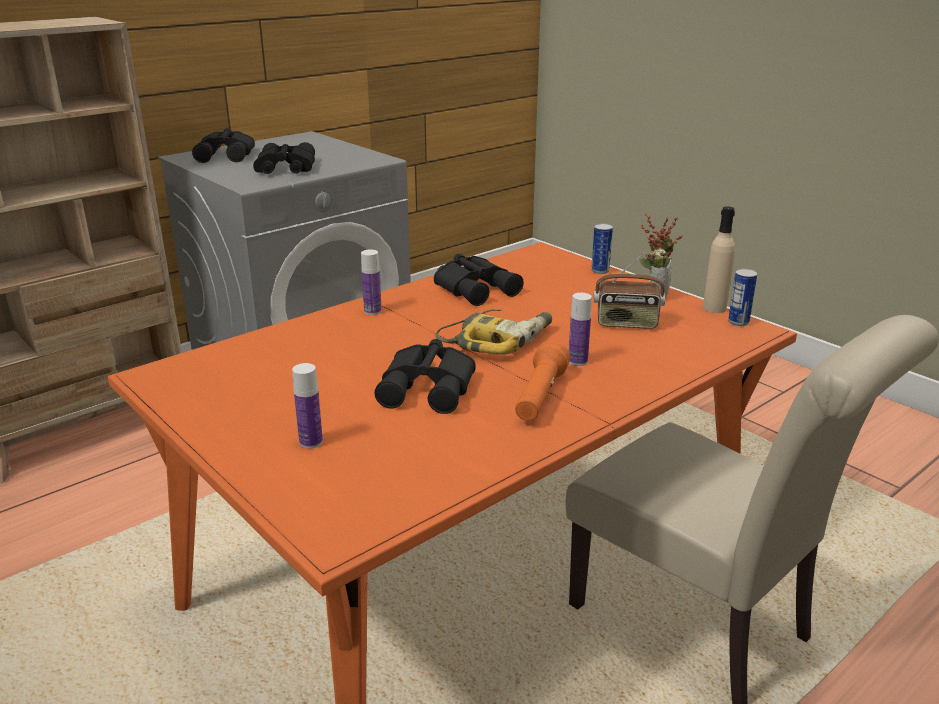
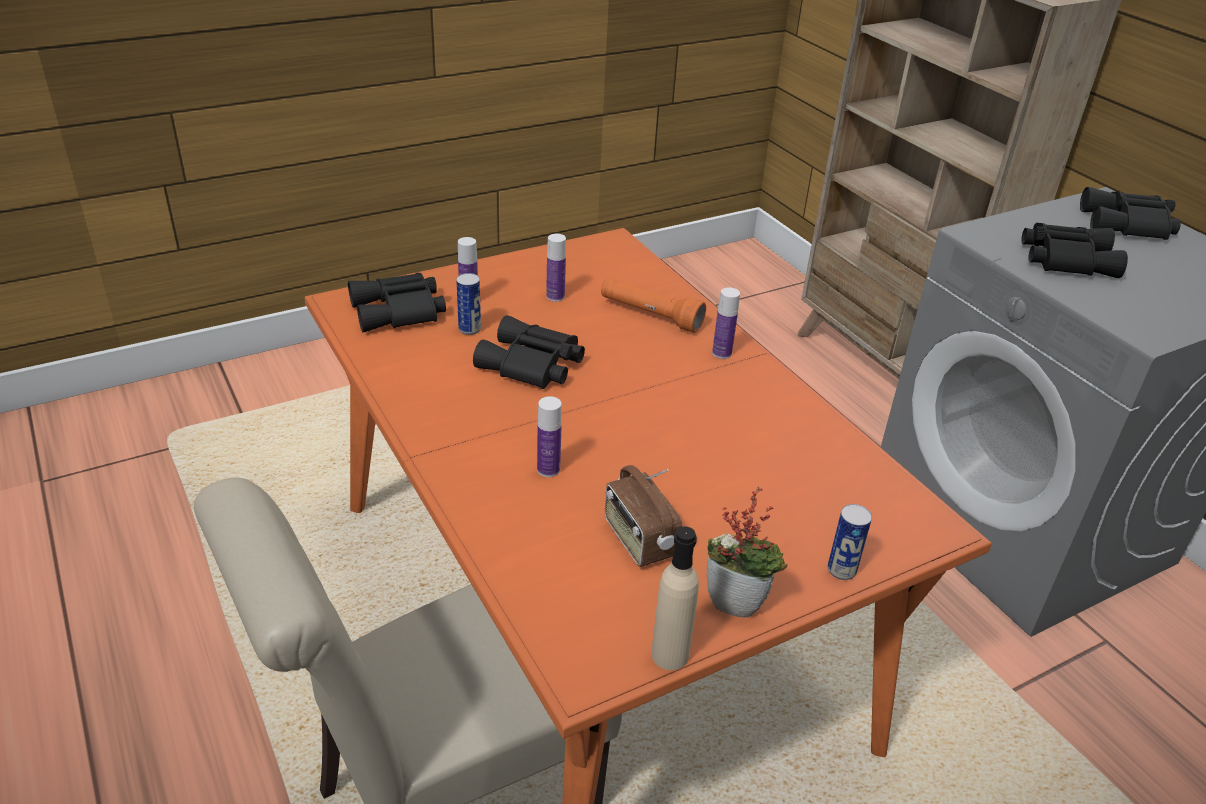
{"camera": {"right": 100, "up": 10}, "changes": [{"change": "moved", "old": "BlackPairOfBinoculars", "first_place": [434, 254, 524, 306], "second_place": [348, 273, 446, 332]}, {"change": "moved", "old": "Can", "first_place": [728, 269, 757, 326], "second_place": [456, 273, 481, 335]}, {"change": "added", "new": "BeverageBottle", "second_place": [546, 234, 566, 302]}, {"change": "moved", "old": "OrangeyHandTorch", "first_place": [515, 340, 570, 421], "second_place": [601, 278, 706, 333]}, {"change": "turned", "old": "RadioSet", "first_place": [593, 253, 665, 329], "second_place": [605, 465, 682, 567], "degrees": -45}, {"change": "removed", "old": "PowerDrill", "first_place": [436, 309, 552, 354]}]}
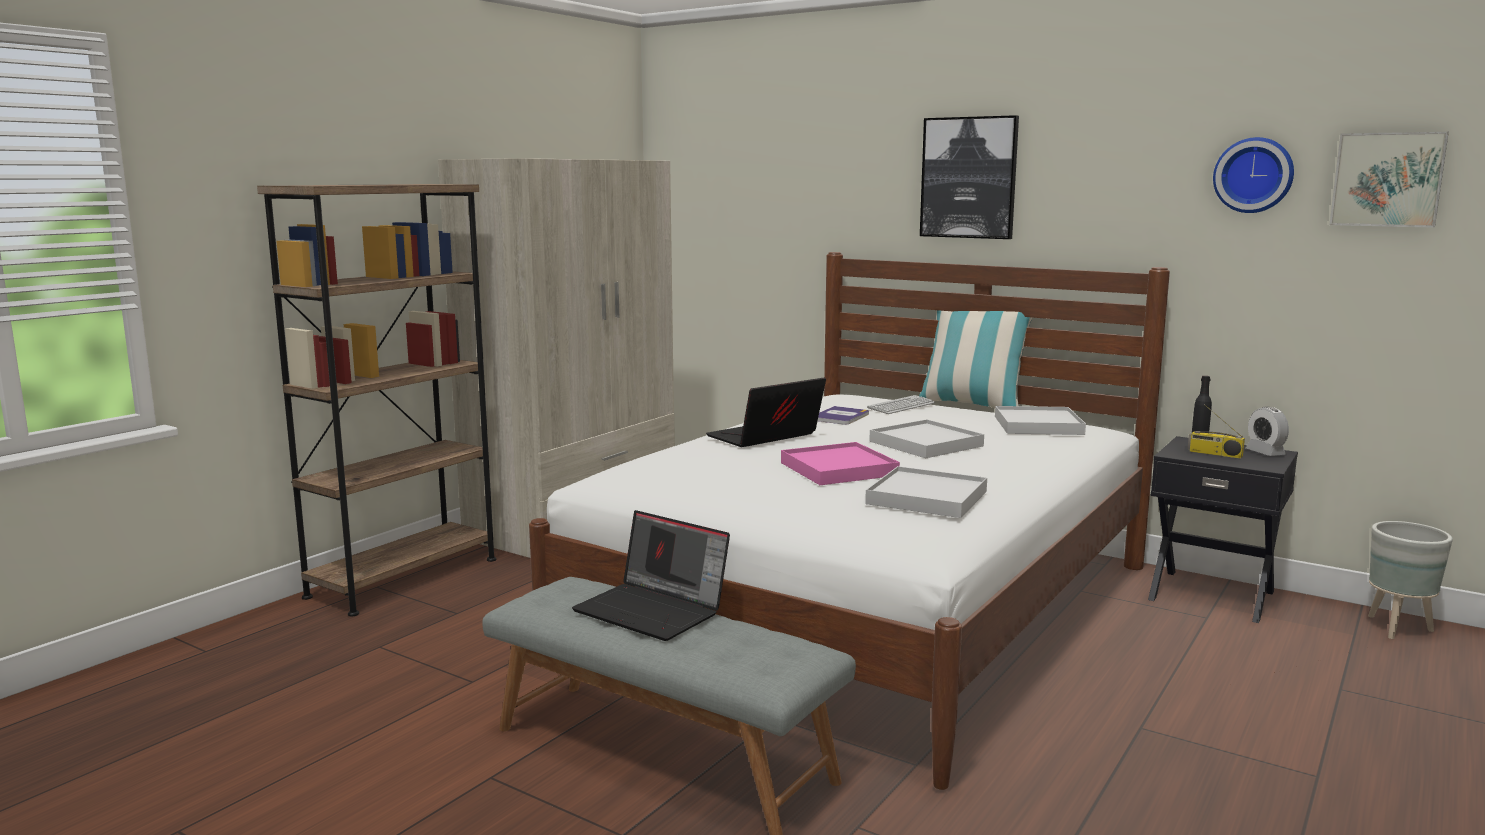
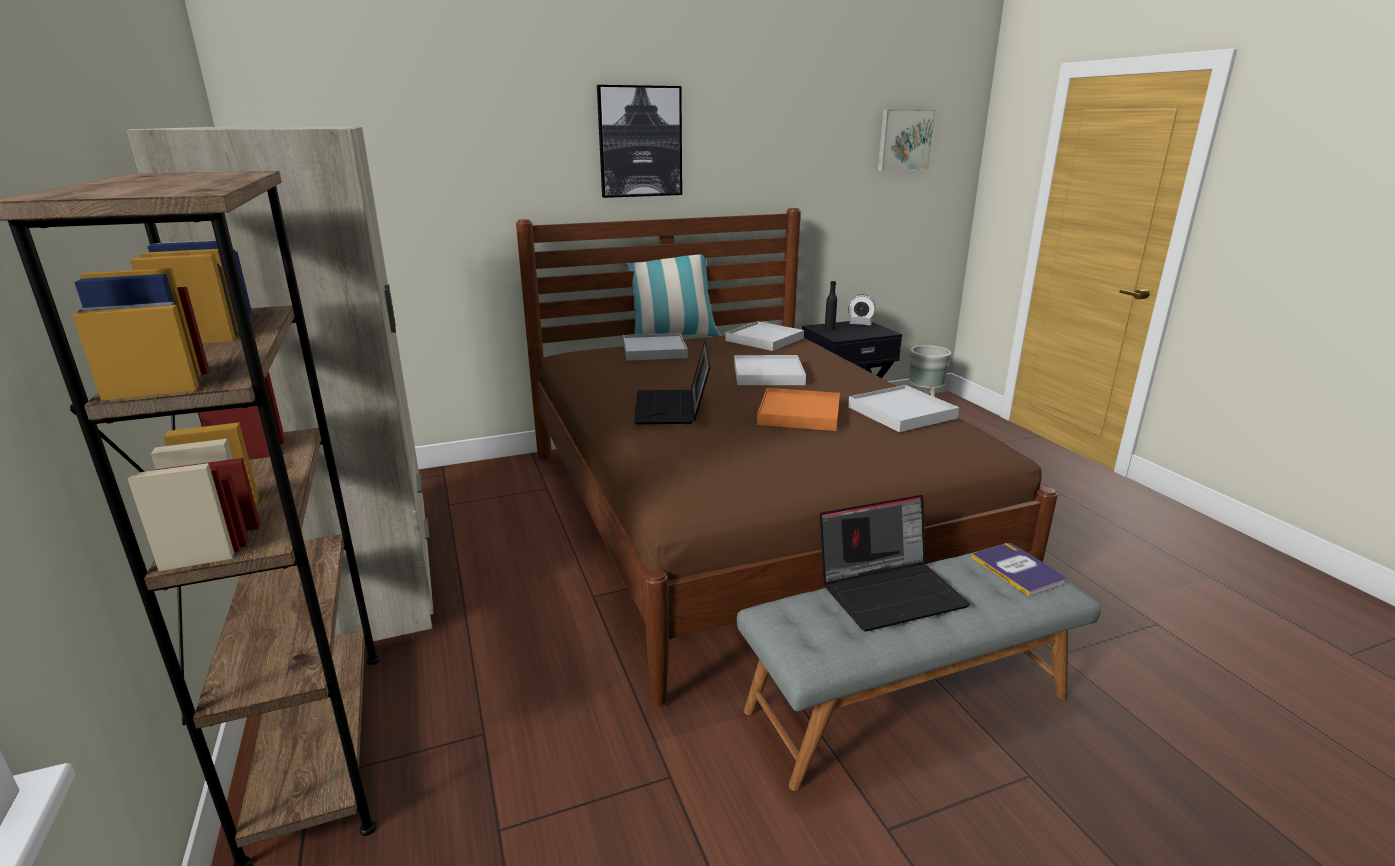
{"camera": {"right": -55, "up": 10}, "changes": [{"change": "recoloured", "old": "WhitishBedroomBed", "new": "BrownColouredBedroomBed", "first_place": [529, 252, 1170, 790], "second_place": [516, 208, 1057, 706]}, {"change": "replaced", "old": "PcKeyboard", "new": "WhitishTray", "first_place": [867, 395, 935, 414], "second_place": [623, 333, 688, 361]}, {"change": "recoloured", "old": "PinkishTray", "new": "OrangeyTray", "first_place": [781, 442, 900, 485], "second_place": [757, 388, 840, 431]}, {"change": "moved", "old": "Book", "first_place": [818, 406, 869, 425], "second_place": [971, 543, 1066, 596]}, {"change": "removed", "old": "RadioSet", "first_place": [1188, 404, 1245, 459]}, {"change": "removed", "old": "WallClock", "first_place": [1213, 137, 1294, 213]}]}
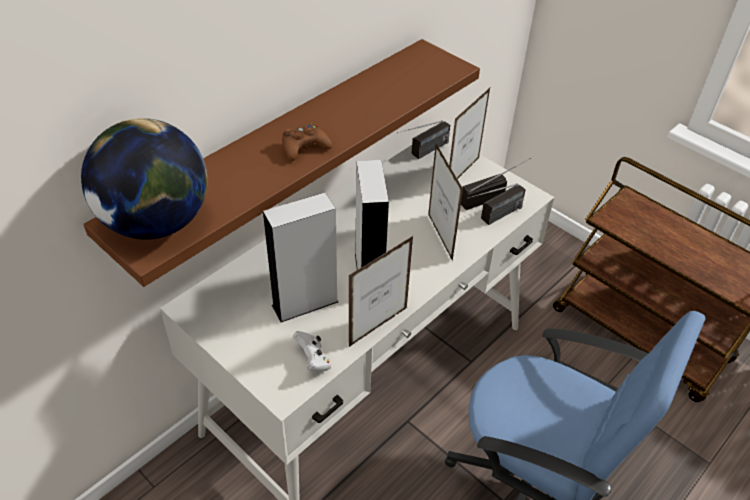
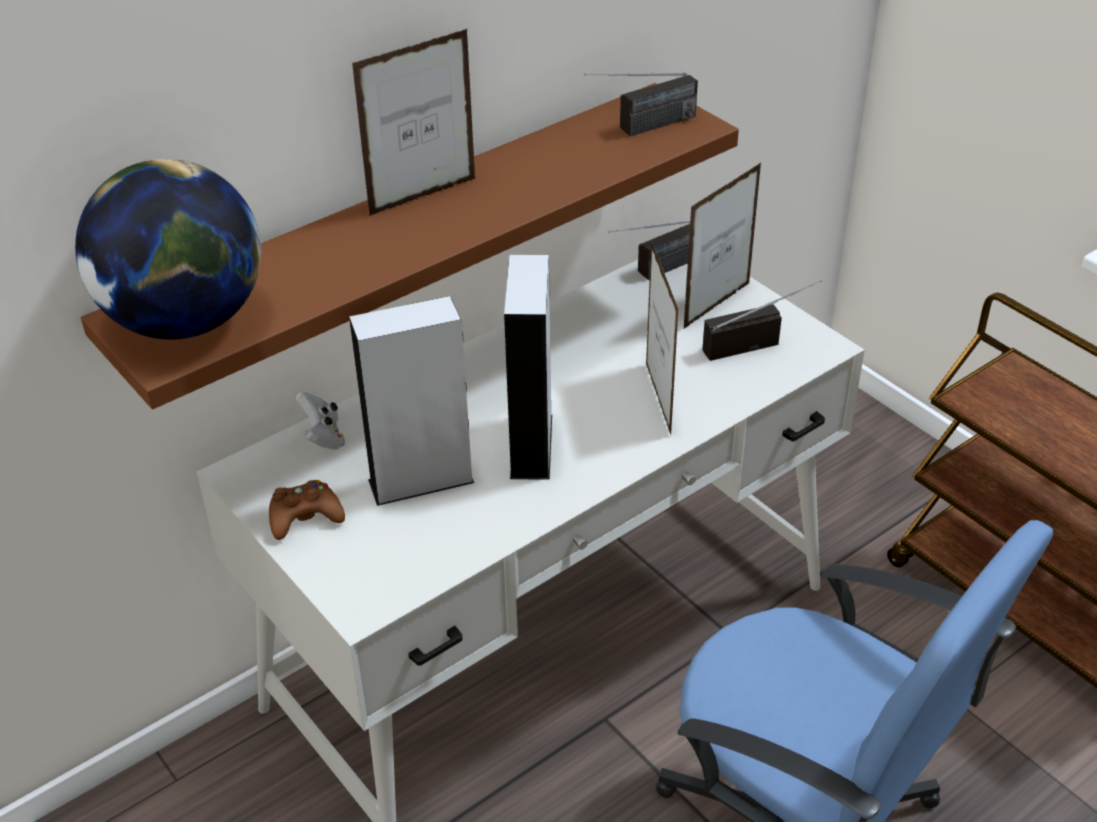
{"camera": {"right": 10, "up": -5}, "changes": [{"change": "moved", "old": "BrownColouredGamepad", "first_place": [282, 123, 332, 161], "second_place": [269, 480, 345, 540]}, {"change": "moved", "old": "WhitishGamepad", "first_place": [293, 331, 331, 372], "second_place": [296, 392, 345, 450]}, {"change": "moved", "old": "StandingFrame", "first_place": [349, 236, 413, 347], "second_place": [352, 28, 476, 215]}, {"change": "moved", "old": "RadioSet", "first_place": [467, 184, 526, 225], "second_place": [584, 72, 698, 136]}]}
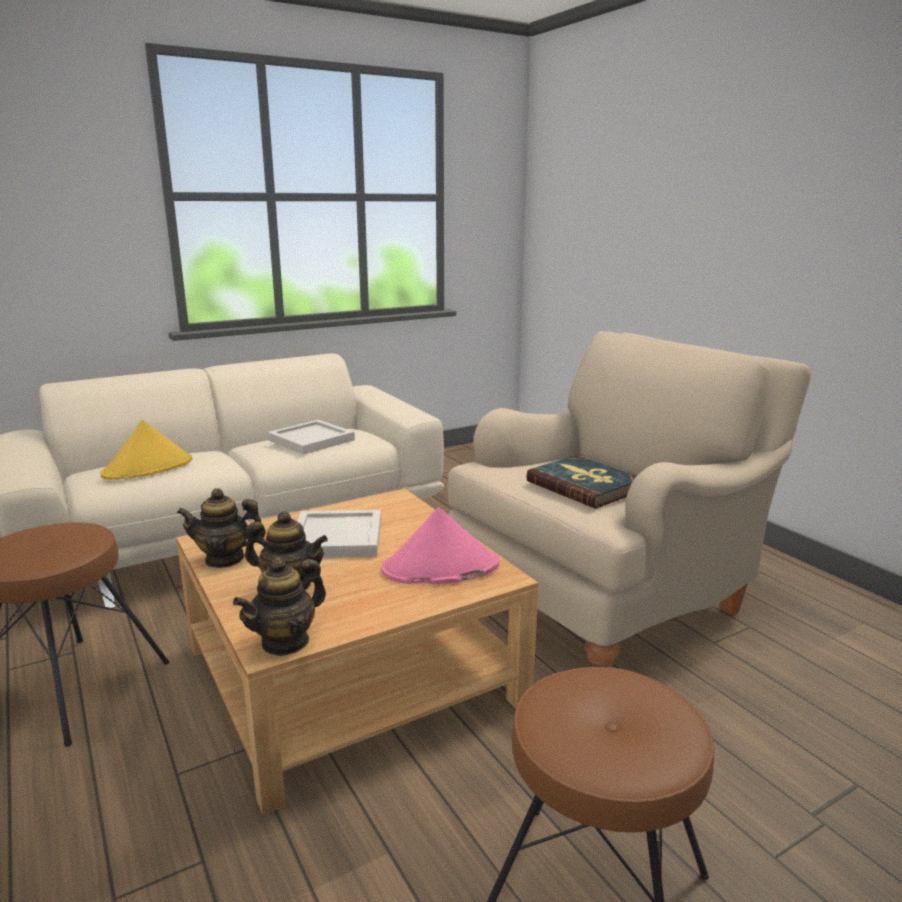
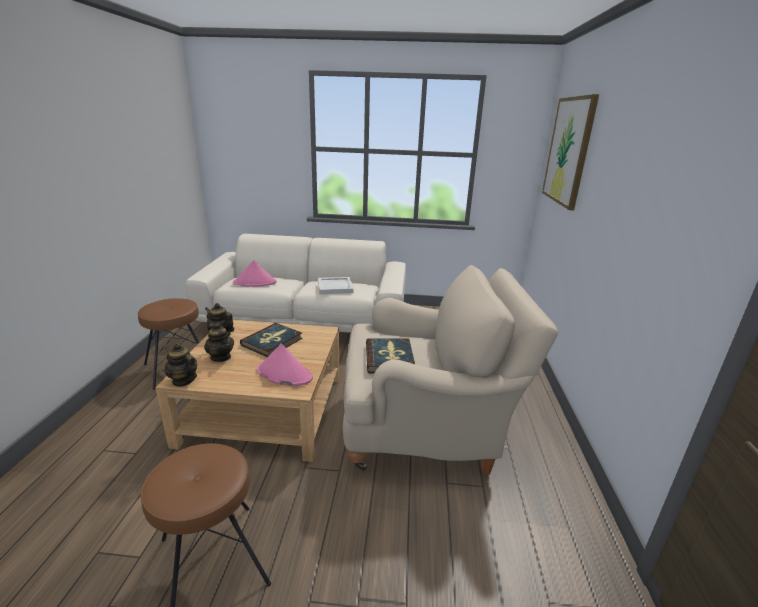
{"camera": {"right": 35, "up": 5}, "changes": [{"change": "turned", "old": "TeaPot", "first_place": [233, 557, 326, 656], "second_place": [165, 343, 197, 387], "degrees": 45}, {"change": "recoloured", "old": "YellowWearableHat", "new": "PinkishWearableHat", "first_place": [100, 420, 192, 480], "second_place": [233, 260, 277, 287]}, {"change": "replaced", "old": "WhitishTray", "new": "Book", "first_place": [297, 510, 381, 558], "second_place": [240, 323, 302, 357]}, {"change": "added", "new": "WallArt", "second_place": [542, 94, 599, 210]}]}
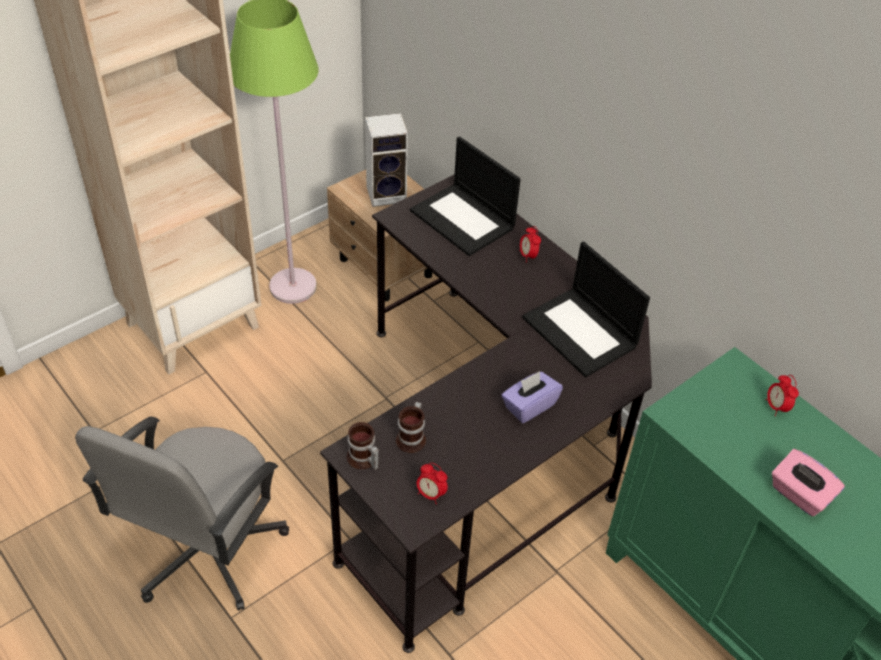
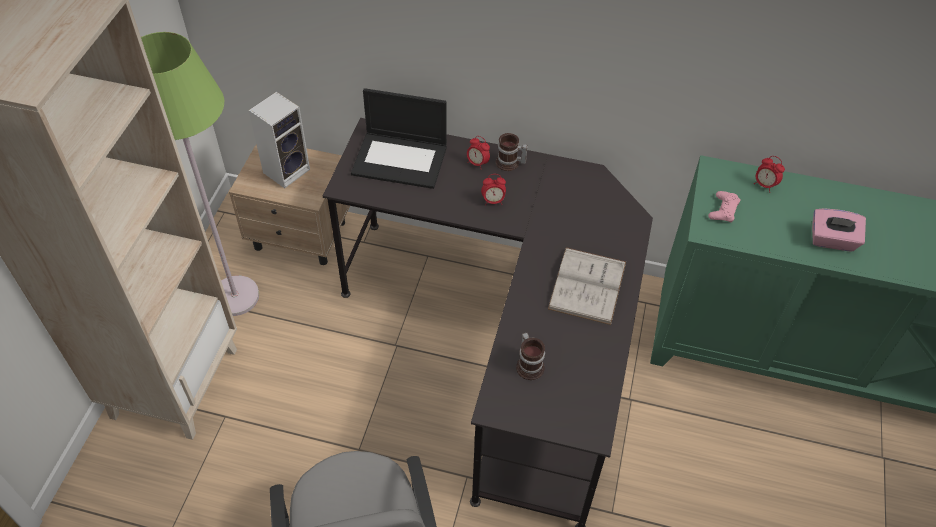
{"camera": {"right": -35, "up": 5}, "changes": [{"change": "moved", "old": "BedsideClock", "first_place": [417, 463, 448, 504], "second_place": [481, 174, 506, 206]}, {"change": "moved", "old": "CoffeeMug", "first_place": [347, 422, 379, 470], "second_place": [496, 133, 528, 171]}, {"change": "replaced", "old": "PurpleColouredBoxOfTissues", "new": "WhitishBook", "first_place": [502, 371, 563, 423], "second_place": [548, 247, 626, 325]}, {"change": "added", "new": "PinkishGamepad", "second_place": [708, 191, 741, 223]}, {"change": "removed", "old": "PortableComputer", "first_place": [522, 241, 650, 377]}]}
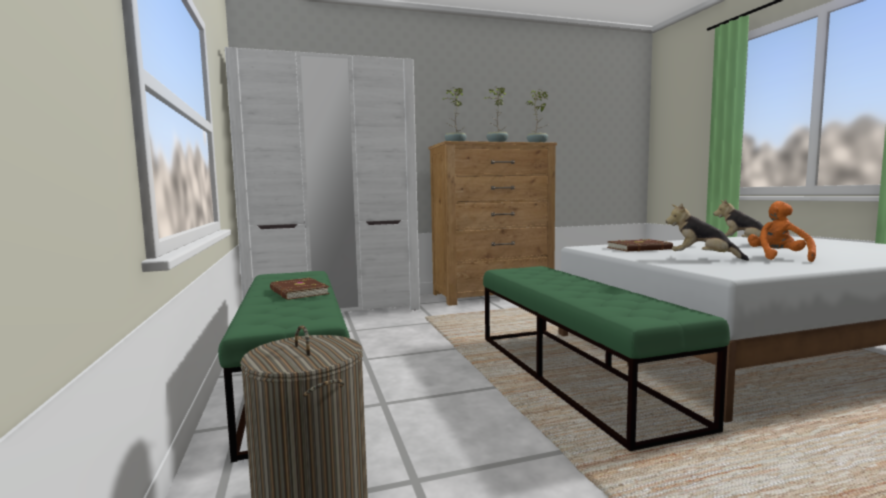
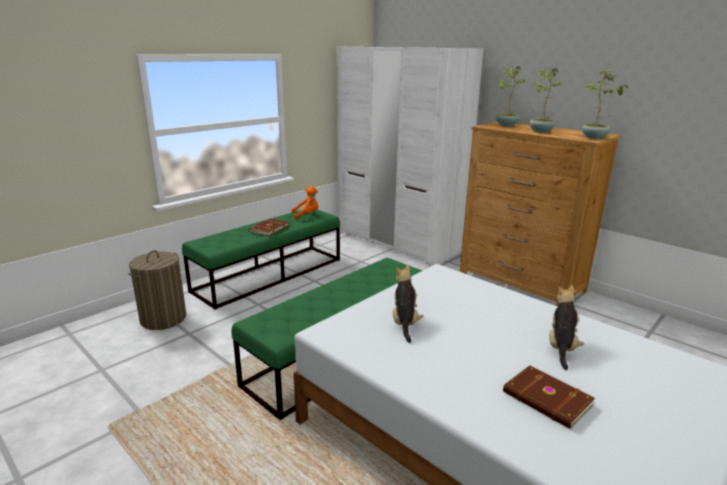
{"camera": {"right": 60, "up": 15}, "changes": [{"change": "moved", "old": "OrangeyPlushToy", "first_place": [748, 201, 816, 262], "second_place": [292, 186, 319, 220]}, {"change": "moved", "old": "BrownColouredBook", "first_place": [607, 239, 673, 251], "second_place": [503, 365, 595, 429]}]}
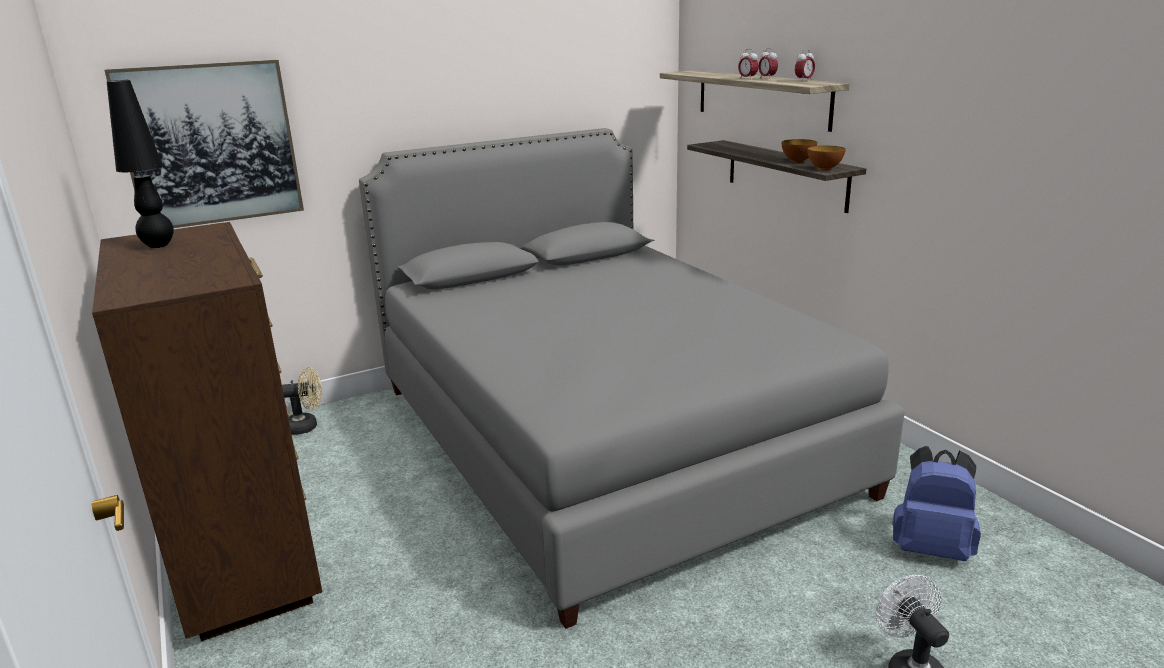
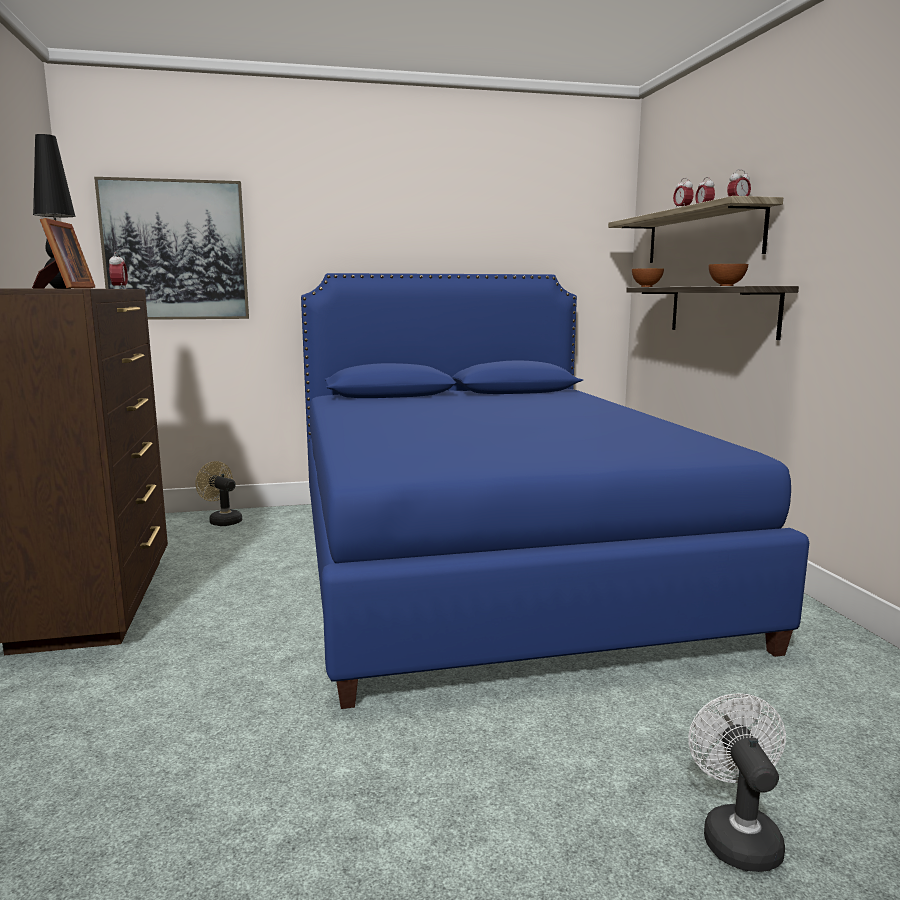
{"camera": {"right": 15, "up": -10}, "changes": [{"change": "added", "new": "StandingFrame", "second_place": [32, 218, 95, 289]}, {"change": "added", "new": "BedsideClock", "second_place": [109, 252, 128, 289]}, {"change": "turned", "old": "SandColouredElectricFan", "first_place": [282, 367, 322, 435], "second_place": [196, 461, 242, 526], "degrees": -150}, {"change": "recoloured", "old": "GreyishBedroomBed", "new": "BlueBedroomBed", "first_place": [359, 128, 905, 629], "second_place": [301, 273, 809, 709]}, {"change": "moved", "old": "DeepDish", "first_place": [808, 146, 846, 170], "second_place": [632, 268, 664, 287]}, {"change": "removed", "old": "BlueBackpack", "first_place": [892, 446, 981, 561]}]}
